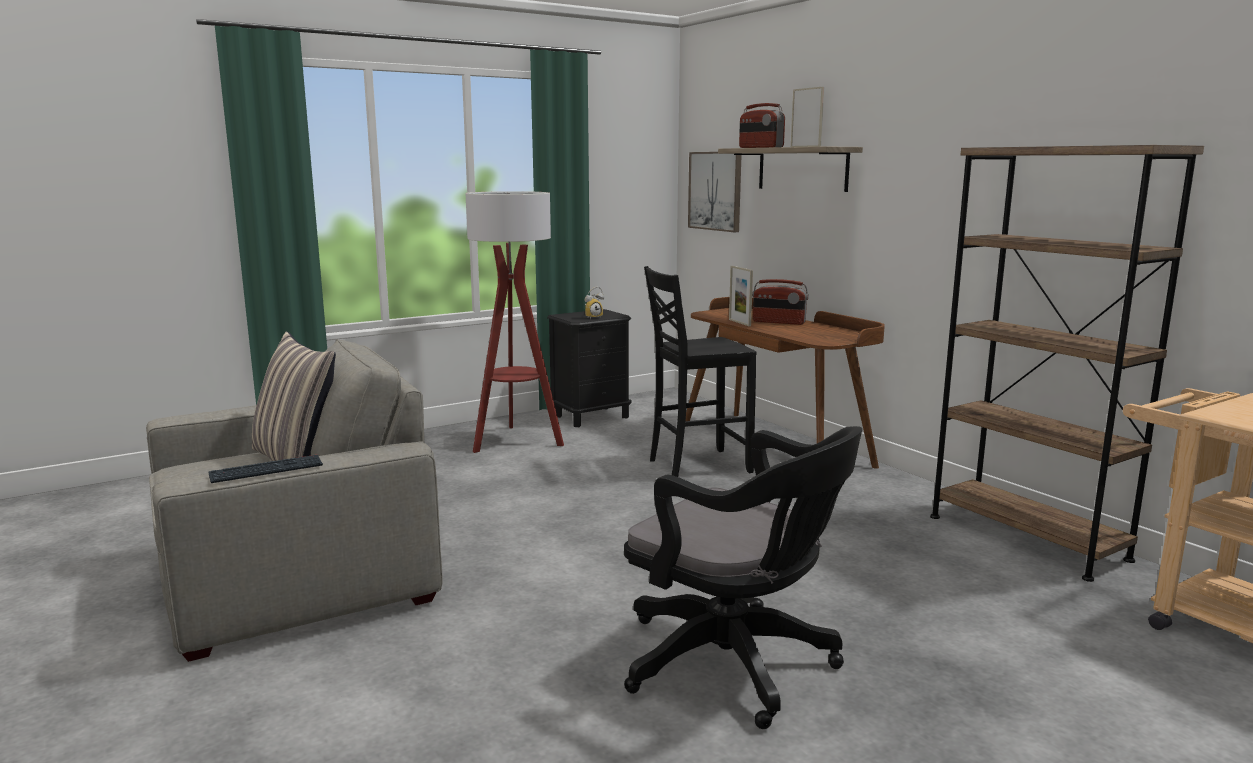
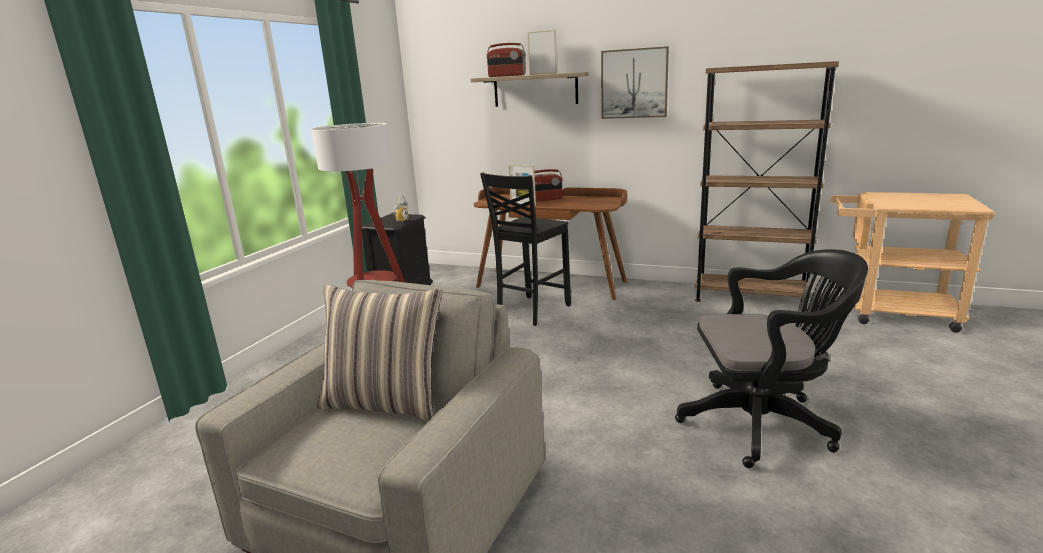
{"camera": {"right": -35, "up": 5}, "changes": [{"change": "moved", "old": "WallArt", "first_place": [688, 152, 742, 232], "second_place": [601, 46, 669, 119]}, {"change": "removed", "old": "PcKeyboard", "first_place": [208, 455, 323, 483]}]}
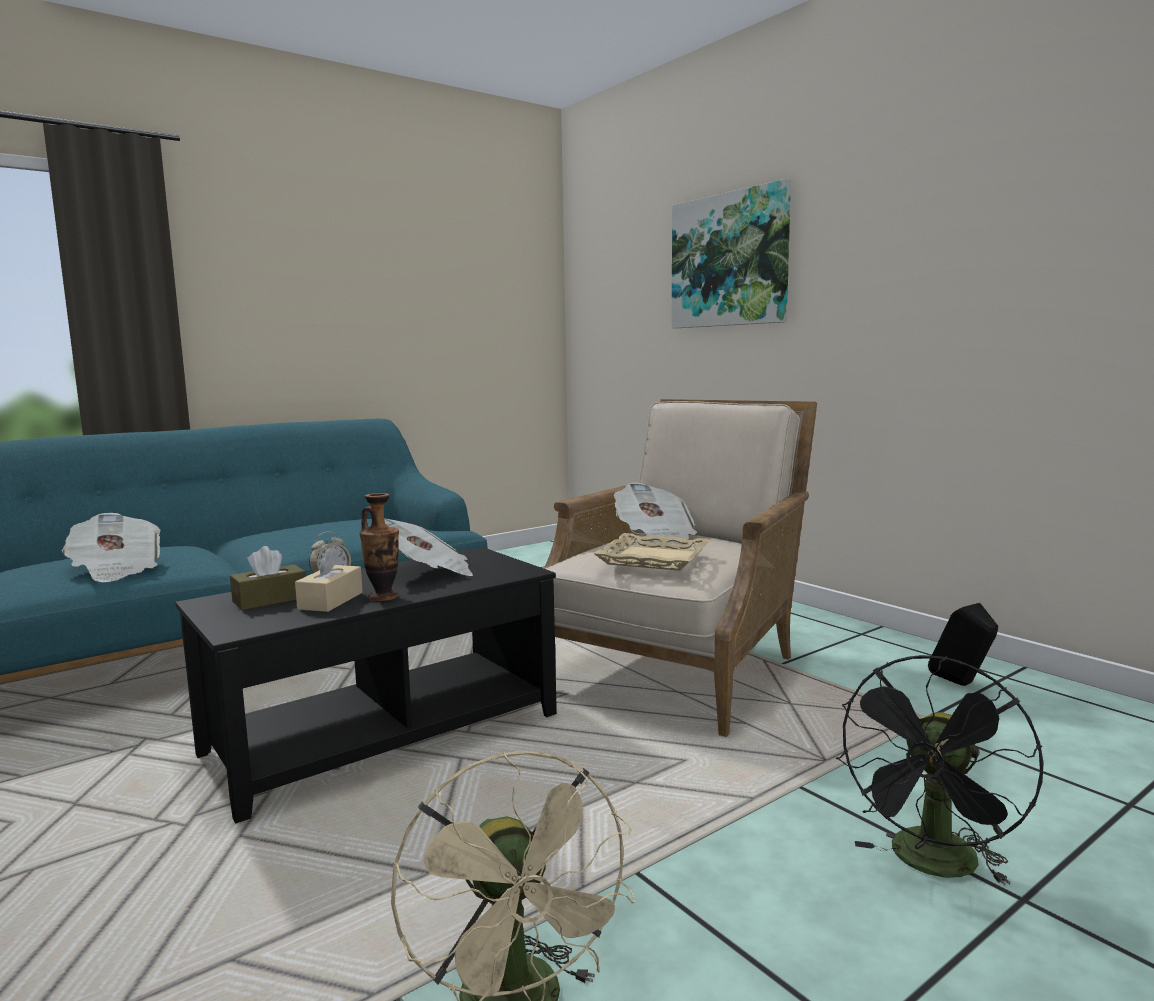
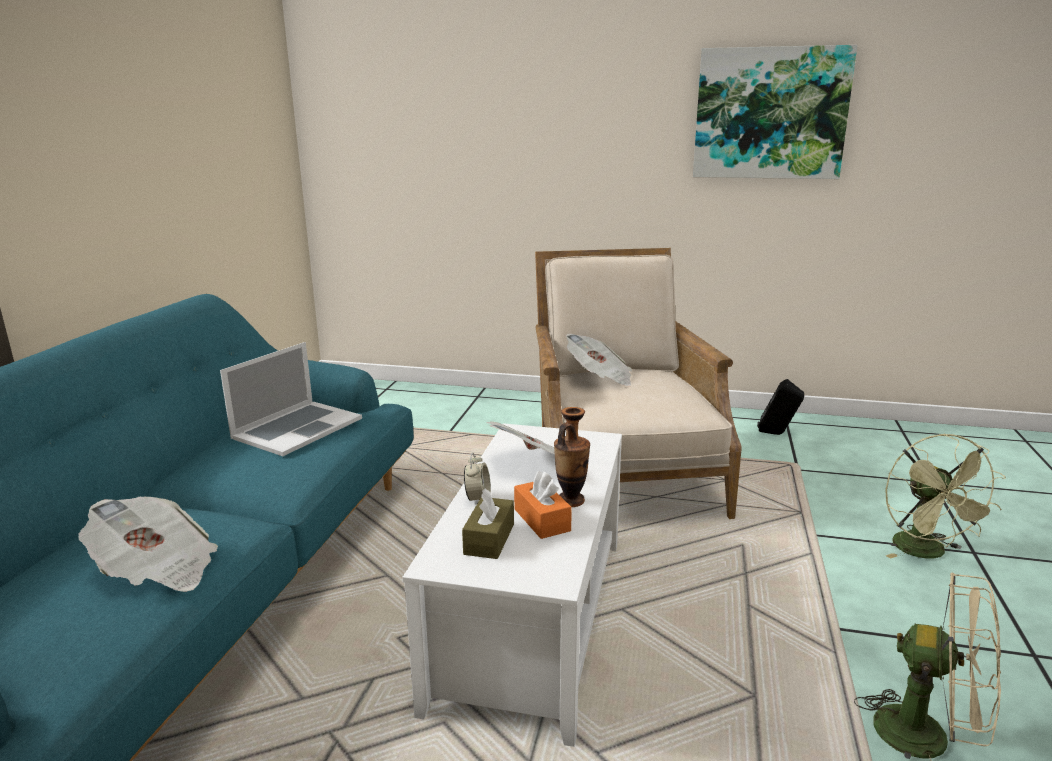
{"camera": {"right": -40, "up": 10}, "changes": [{"change": "added", "new": "PortableComputer", "second_place": [220, 342, 362, 456]}, {"change": "recoloured", "old": "BlackLoungeTable", "new": "WhitishLoungeTable", "first_place": [175, 547, 557, 824], "second_place": [402, 423, 622, 747]}, {"change": "recoloured", "old": "SandColouredBoxOfTissues", "new": "OrangeyBoxOfTissues", "first_place": [295, 547, 363, 612], "second_place": [514, 471, 572, 539]}, {"change": "moved", "old": "WallArt", "first_place": [672, 179, 791, 328], "second_place": [693, 45, 857, 179]}, {"change": "recoloured", "old": "BlackElectricFan", "new": "GreenElectricFan", "first_place": [836, 655, 1043, 886], "second_place": [885, 433, 1006, 559]}, {"change": "removed", "old": "SandColouredTray", "first_place": [593, 533, 711, 571]}]}
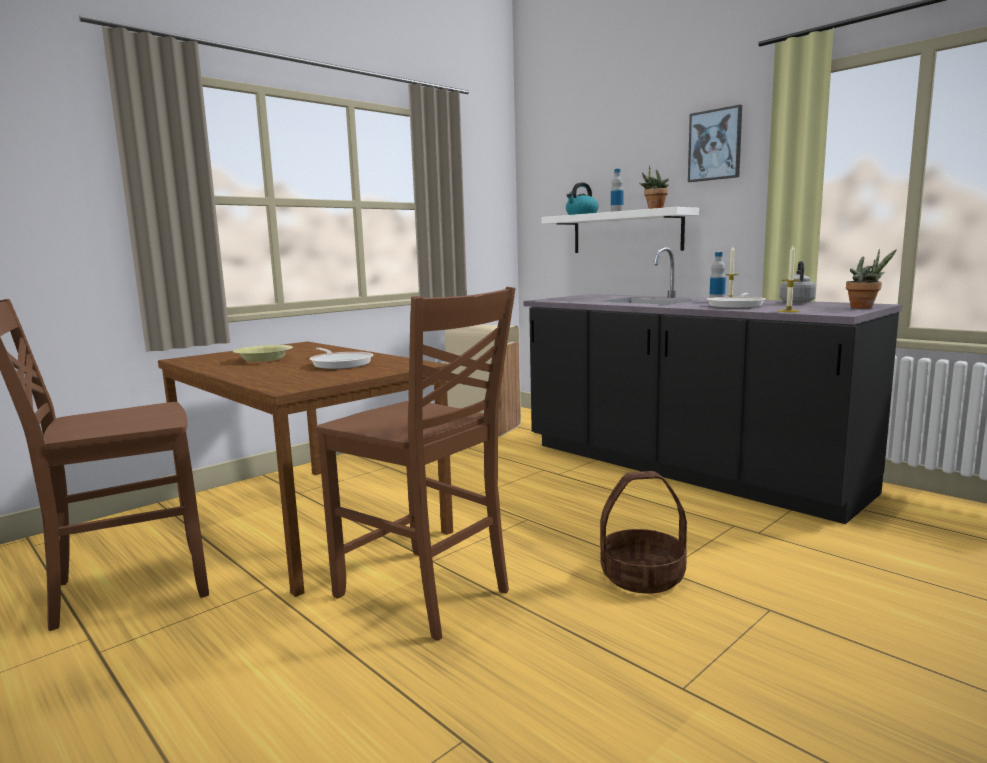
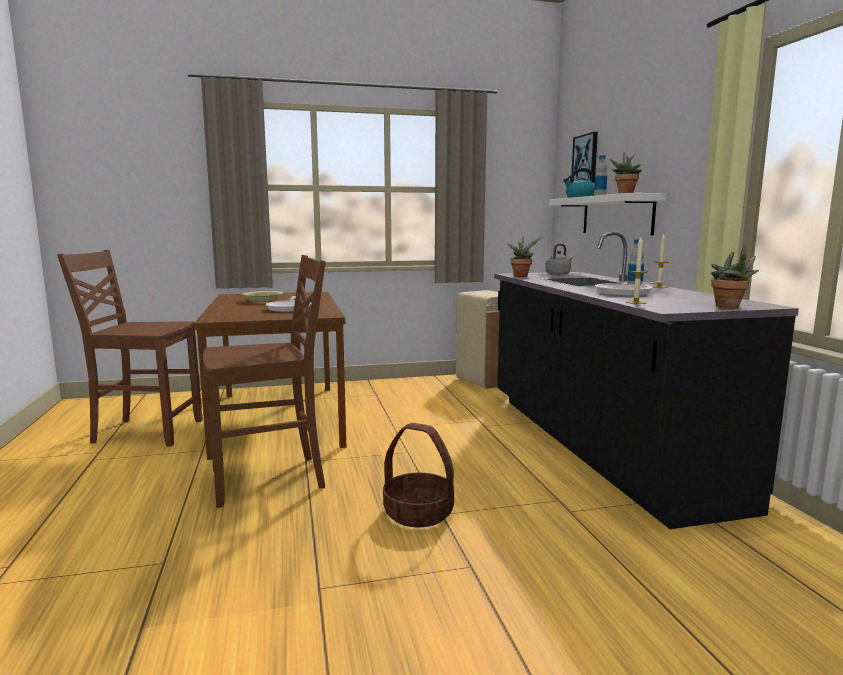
{"camera": {"right": 30, "up": 0}, "changes": [{"change": "turned", "old": "BrownColouredPlainChair", "first_place": [316, 287, 515, 641], "second_place": [203, 255, 326, 508], "degrees": -90}, {"change": "added", "new": "Houseplant", "second_place": [507, 236, 542, 277]}, {"change": "moved", "old": "GreyishTeaKettle", "first_place": [779, 261, 816, 303], "second_place": [545, 244, 573, 275]}, {"change": "moved", "old": "WallArt", "first_place": [688, 105, 742, 182], "second_place": [571, 132, 598, 184]}]}
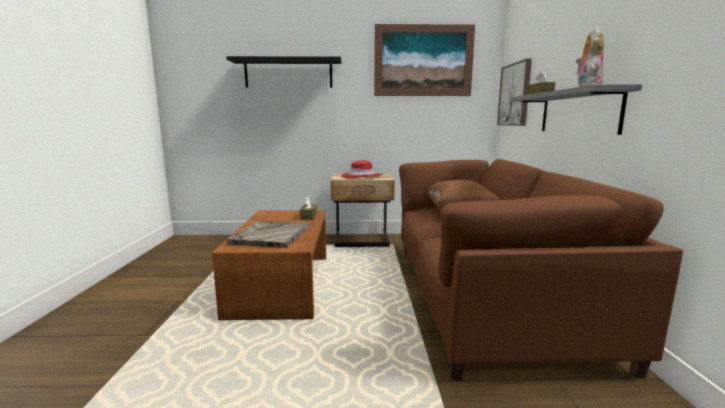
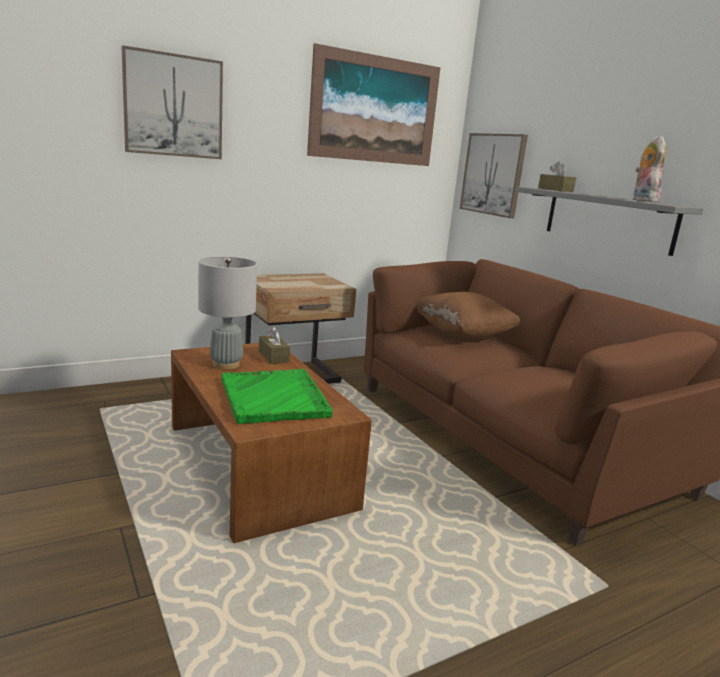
{"camera": {"right": -30, "up": 5}, "changes": [{"change": "replaced", "old": "BlackShelf", "new": "WallArt", "first_place": [226, 56, 342, 88], "second_place": [122, 45, 223, 159]}, {"change": "added", "new": "GreyishTableLamp", "second_place": [198, 257, 257, 369]}, {"change": "recoloured", "old": "GreyishTray", "new": "GreenTray", "first_place": [228, 220, 310, 248], "second_place": [222, 369, 333, 424]}, {"change": "removed", "old": "RedWearableHat", "first_place": [342, 160, 382, 178]}]}
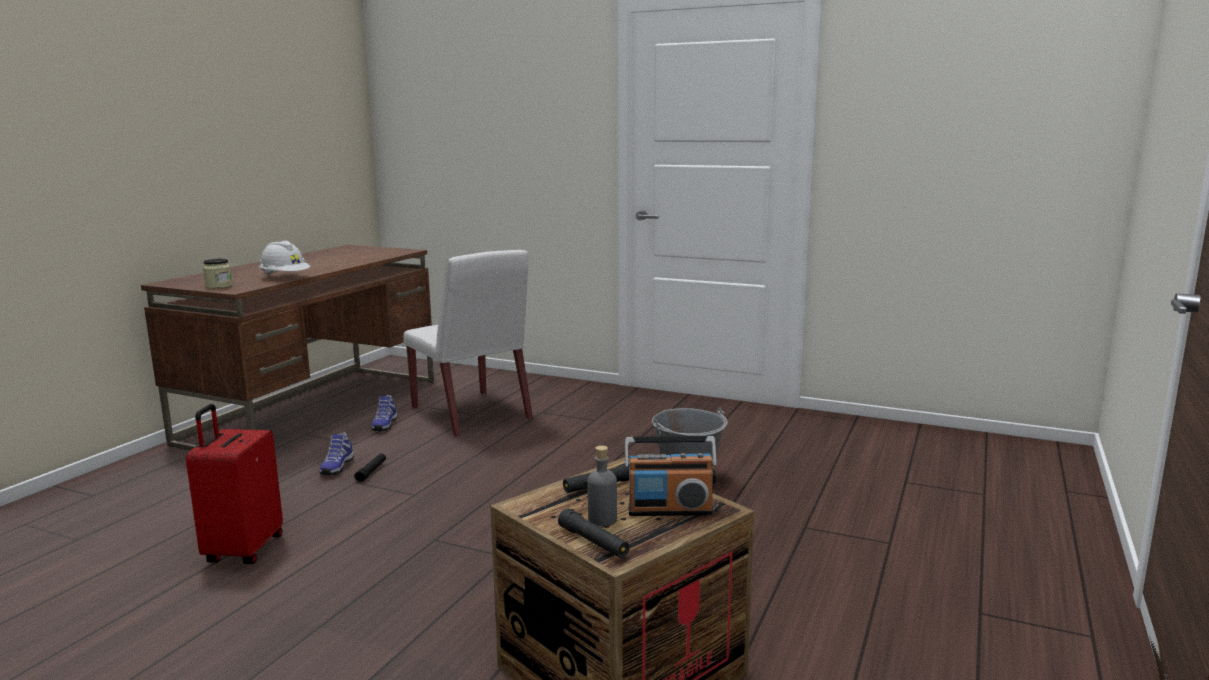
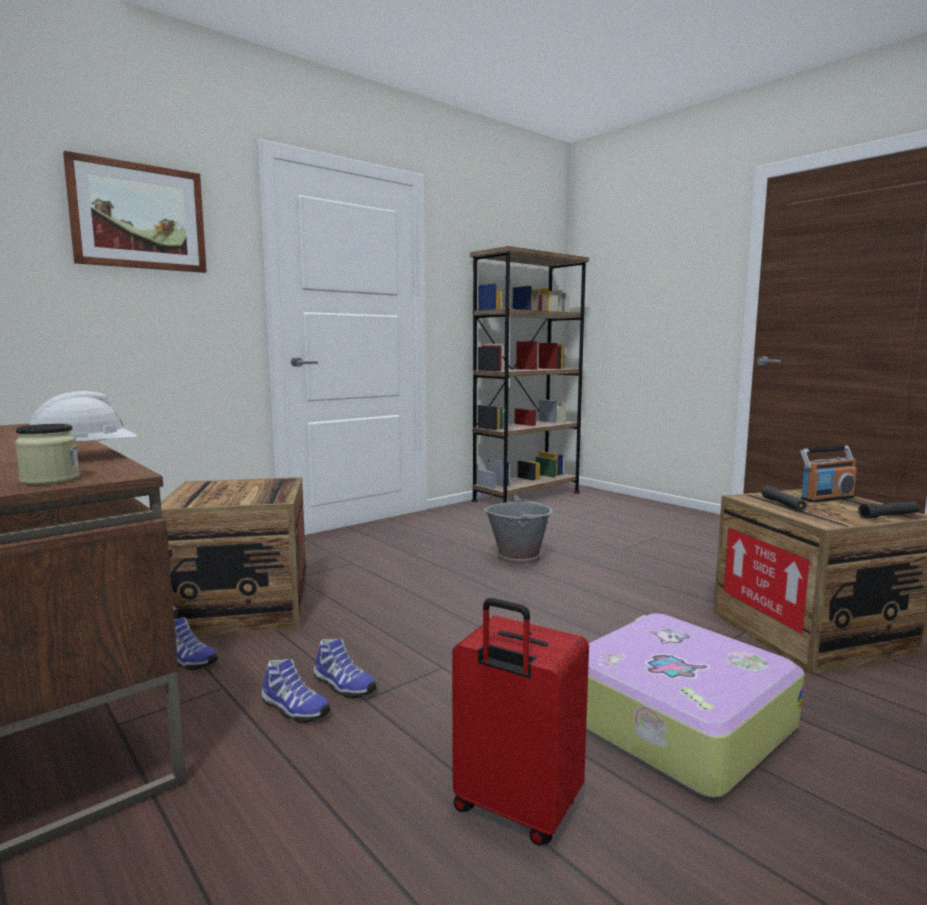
{"camera": {"right": -65, "up": -5}, "changes": [{"change": "added", "new": "WallArt", "second_place": [63, 151, 207, 273]}, {"change": "replaced", "old": "WhitishPlainChair", "new": "Crate", "first_place": [403, 250, 533, 437], "second_place": [161, 477, 307, 637]}, {"change": "replaced", "old": "BlackHandTorch", "new": "LowShoe", "first_place": [354, 453, 386, 482], "second_place": [314, 638, 376, 698]}, {"change": "added", "new": "BrownColouredShelvingUnit", "second_place": [470, 246, 589, 503]}, {"change": "added", "new": "PieceOfLuggage", "second_place": [586, 613, 804, 798]}, {"change": "turned", "old": "RadioSet", "first_place": [624, 436, 717, 516], "second_place": [801, 445, 857, 503], "degrees": 45}, {"change": "removed", "old": "GreyishBeverageBottle", "first_place": [587, 446, 617, 526]}]}
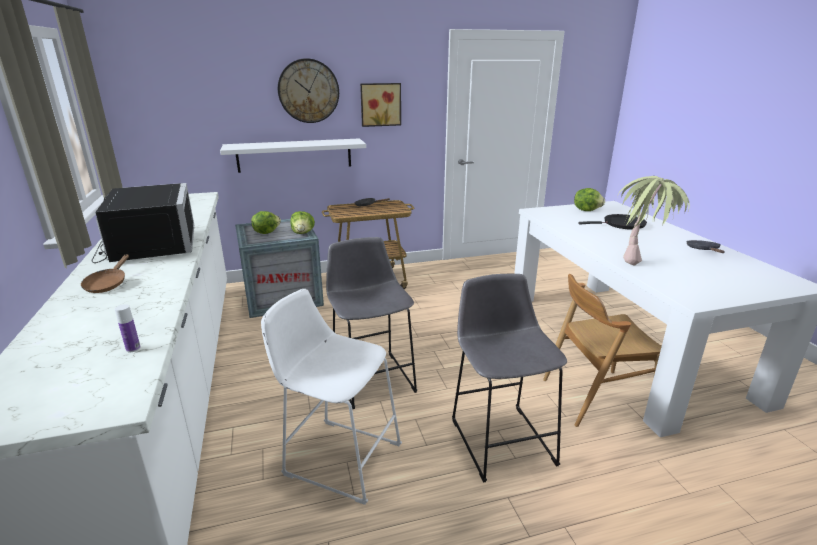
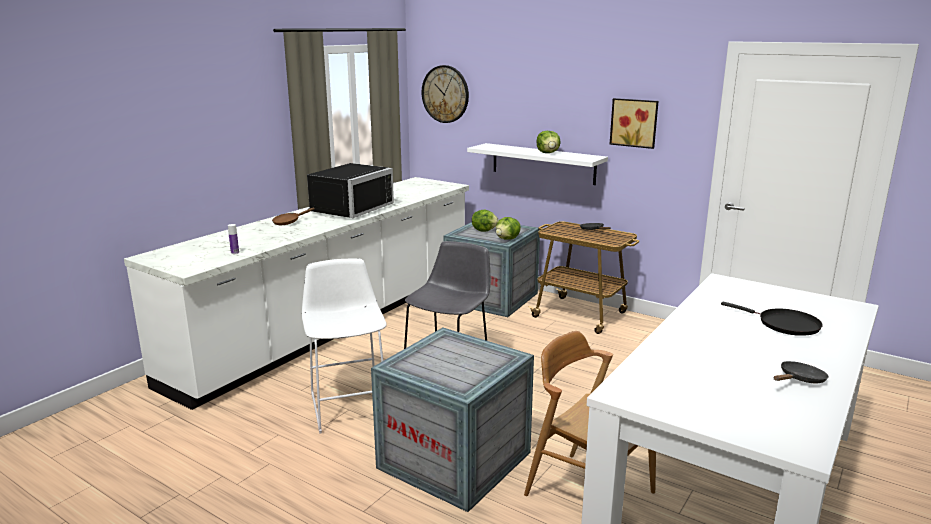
{"camera": {"right": 50, "up": -5}, "changes": [{"change": "replaced", "old": "GreyishSittingStool", "new": "Crate", "first_place": [452, 274, 567, 482], "second_place": [371, 328, 534, 512]}, {"change": "moved", "old": "WallClock", "first_place": [278, 58, 339, 123], "second_place": [422, 65, 469, 123]}, {"change": "moved", "old": "Lettuce", "first_place": [574, 188, 605, 211], "second_place": [536, 131, 561, 153]}, {"change": "removed", "old": "Houseplant", "first_place": [617, 176, 690, 265]}]}
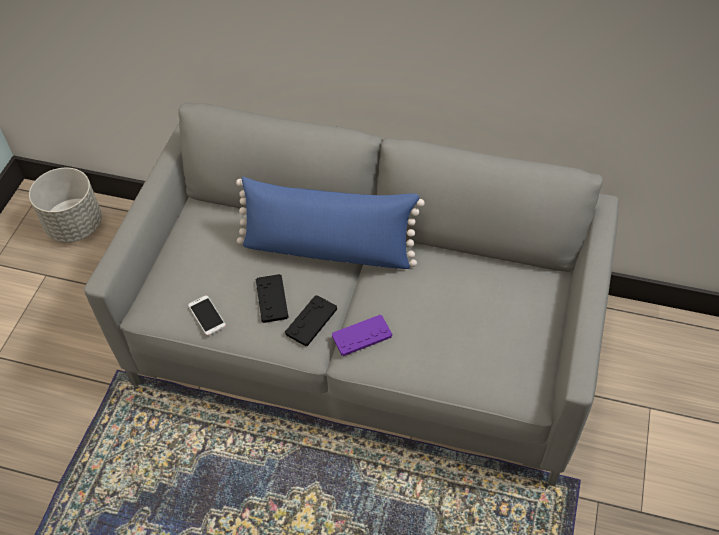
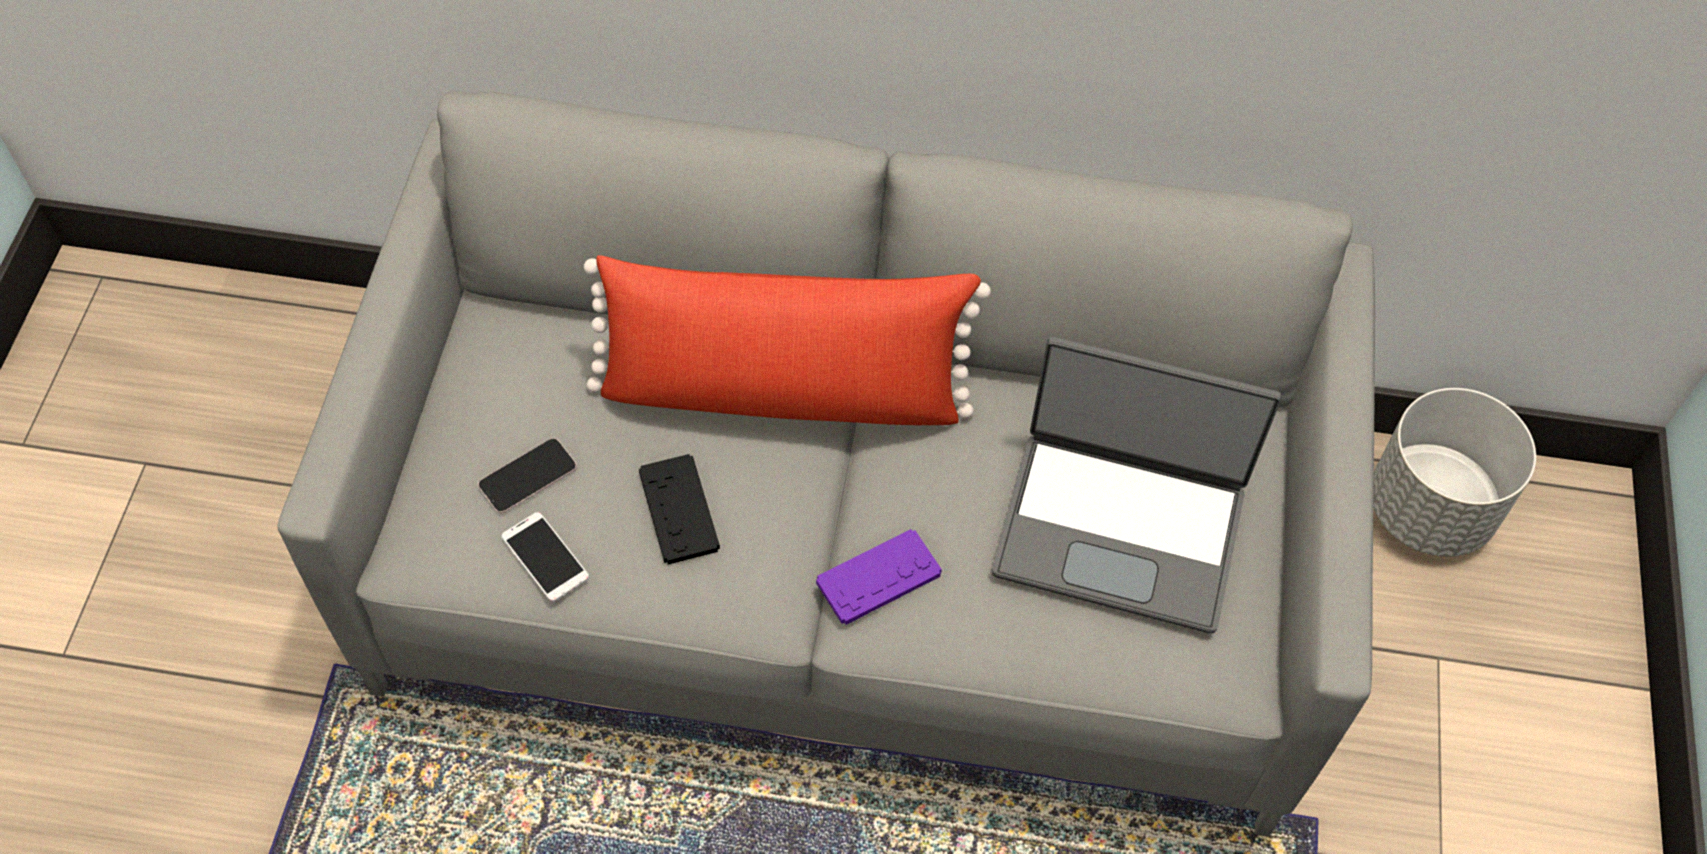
{"camera": {"right": -10, "up": 5}, "changes": [{"change": "added", "new": "Handset", "second_place": [478, 438, 577, 514]}, {"change": "recoloured", "old": "BlueThrowPillow", "new": "RedThrowPillow", "first_place": [236, 177, 425, 269], "second_place": [584, 255, 991, 425]}, {"change": "added", "new": "PortableComputer", "second_place": [992, 337, 1281, 633]}, {"change": "moved", "old": "GreyishPlantPot", "first_place": [29, 168, 102, 243], "second_place": [1373, 388, 1536, 557]}, {"change": "removed", "old": "BlackGamepad", "first_place": [285, 295, 337, 346]}]}
